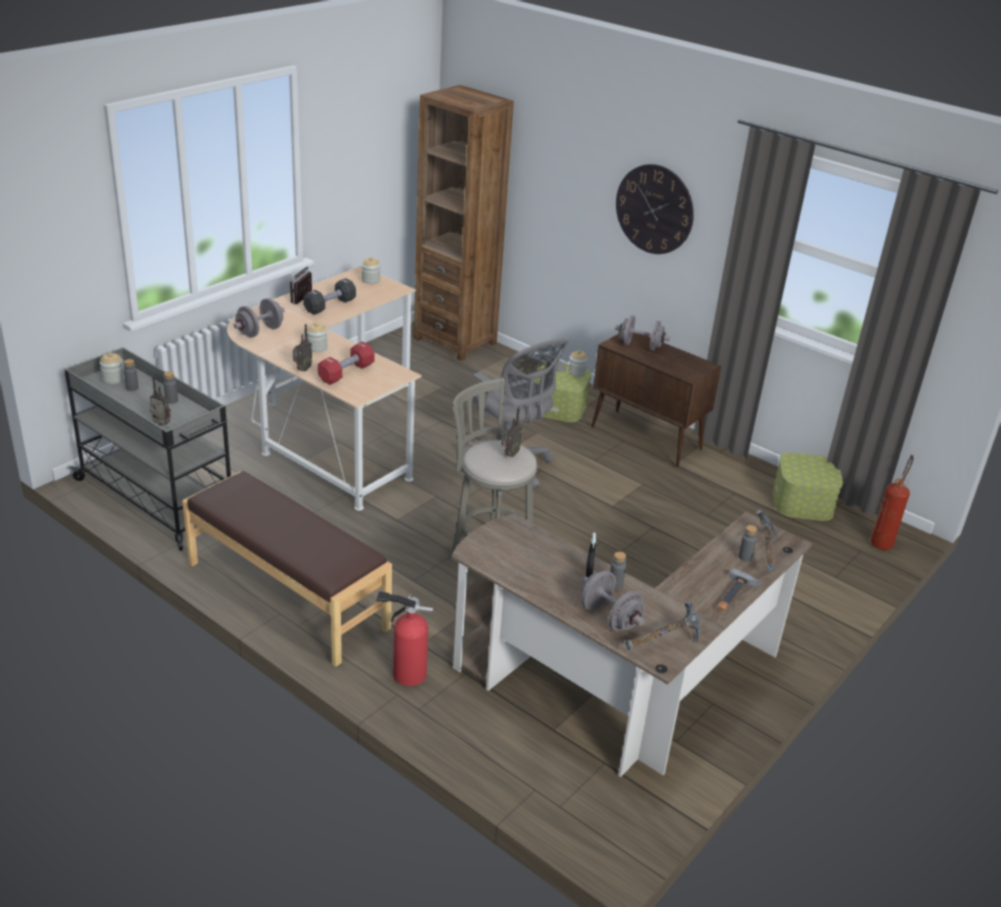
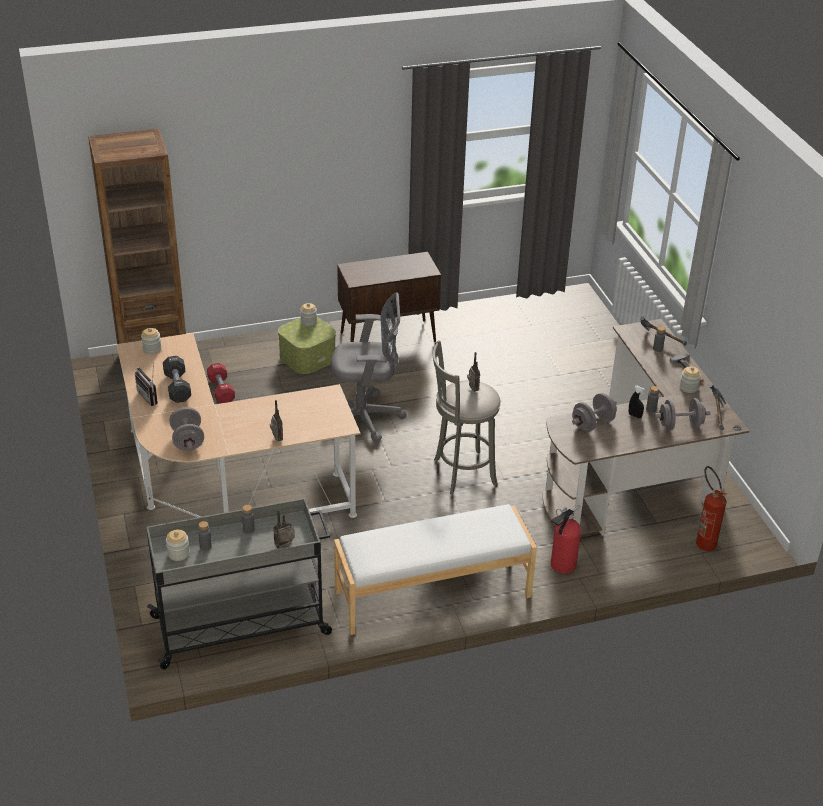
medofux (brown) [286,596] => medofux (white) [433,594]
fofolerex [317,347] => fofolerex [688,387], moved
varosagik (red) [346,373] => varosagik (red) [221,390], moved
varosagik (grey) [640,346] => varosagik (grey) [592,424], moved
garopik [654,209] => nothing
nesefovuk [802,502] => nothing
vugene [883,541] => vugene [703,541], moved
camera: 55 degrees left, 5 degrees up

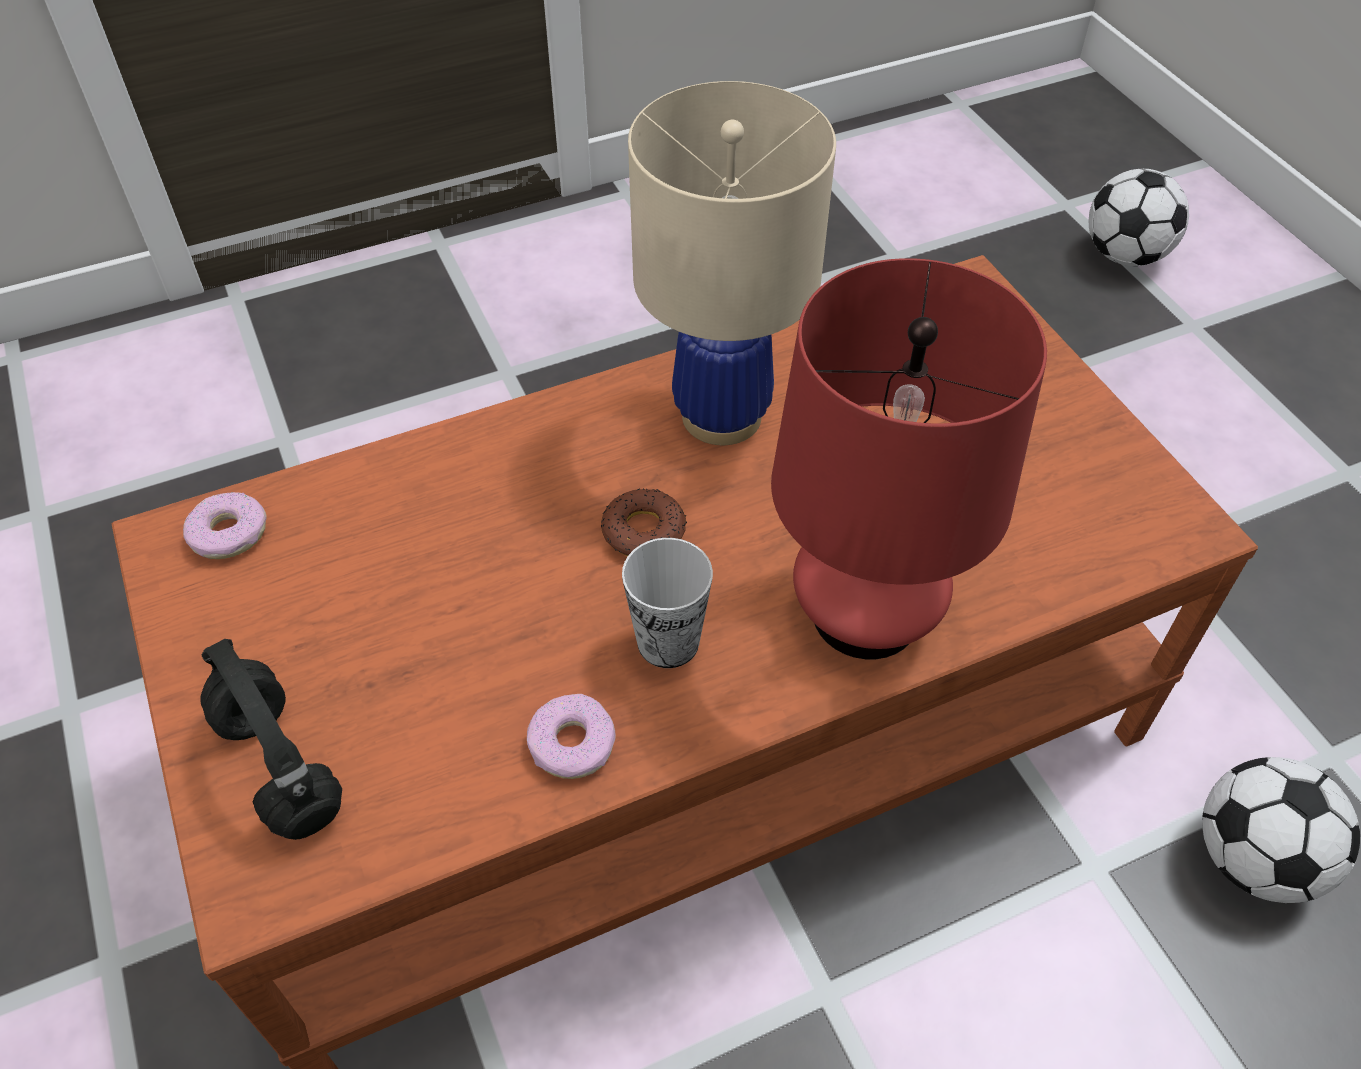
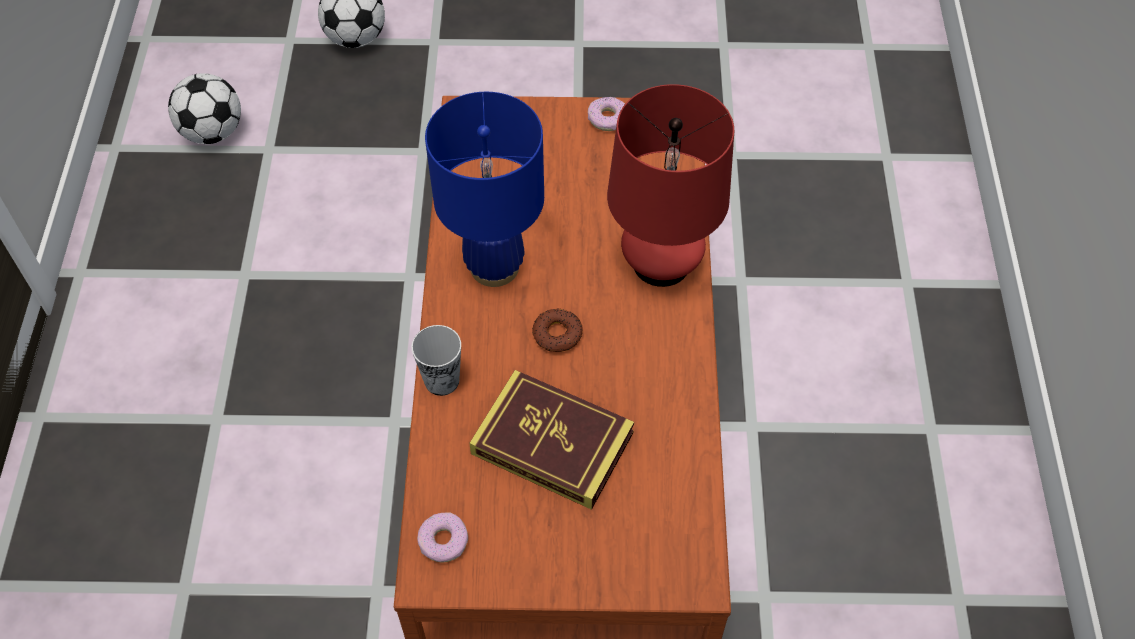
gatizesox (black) [277,765] => nothing
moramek [572,744] => moramek [608,119], moved
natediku [668,642] => natediku [441,380], moved
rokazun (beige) [721,416] => rokazun (blue) [494,267]
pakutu [1253,859] => pakutu [212,132], moved
nothing => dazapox [552,443]
camera: 65 degrees left, 5 degrees up

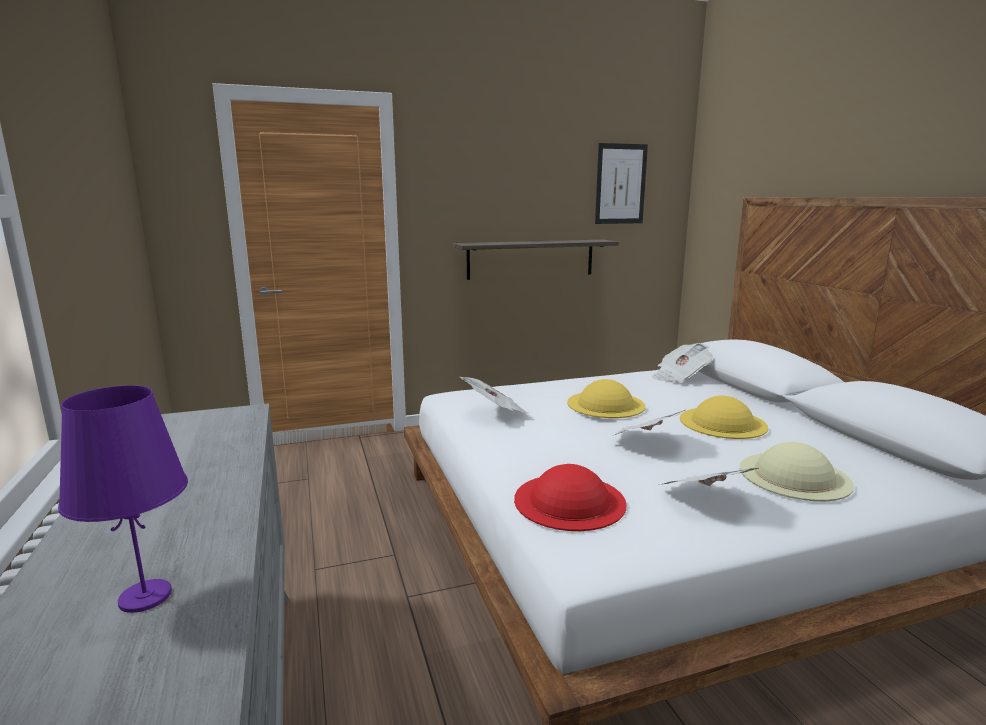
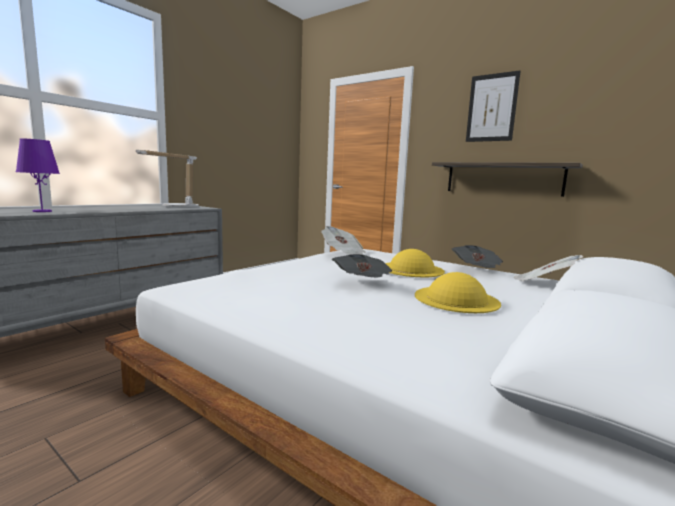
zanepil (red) [569,501] => nothing
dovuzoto [620,184] => dovuzoto [491,108], moved
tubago [703,499] => tubago [476,270], moved
zanepil (beige) [794,476] => nothing
nothing => rokazun [176,207]
camera: 55 degrees right, 5 degrees down

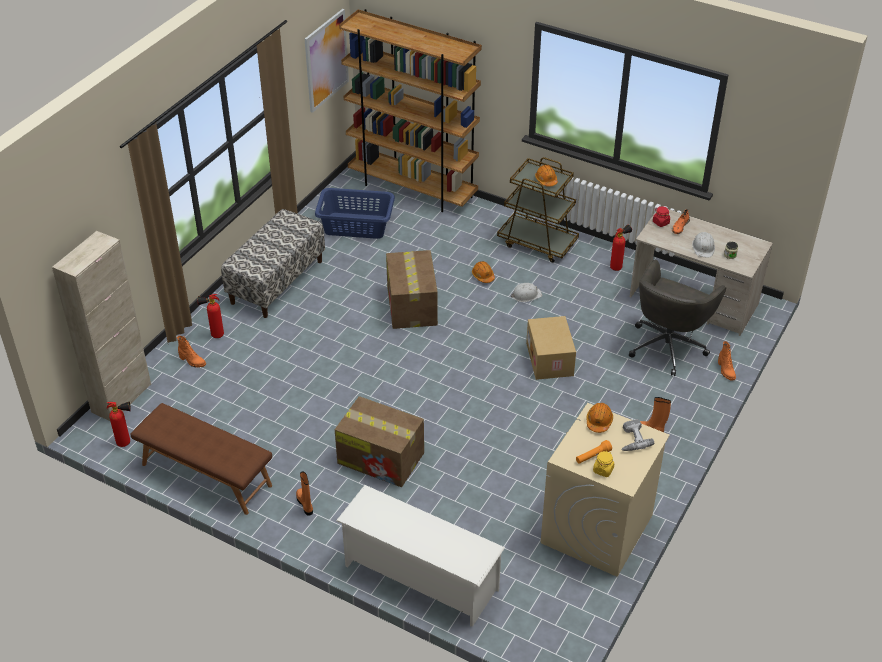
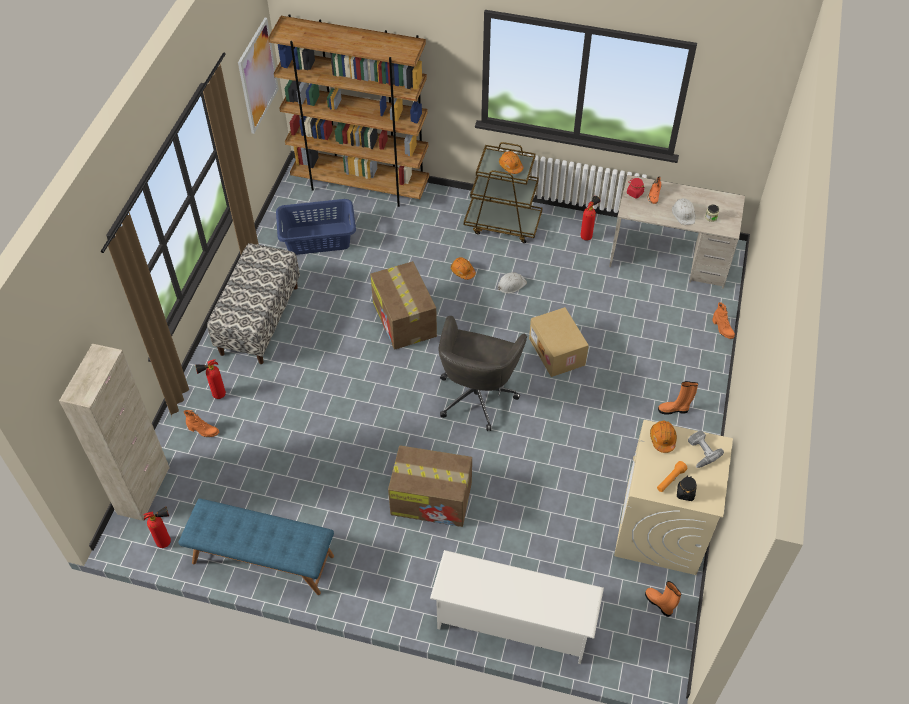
medofux (brown) [206,475] => medofux (blue) [262,560]
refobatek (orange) [305,504] => refobatek (orange) [659,604], moved
fofolerex (yellow) [603,470] => fofolerex (black) [685,493]
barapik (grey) [668,345] => barapik (grey) [477,394], moved
camera: 15 degrees left, 10 degrees up

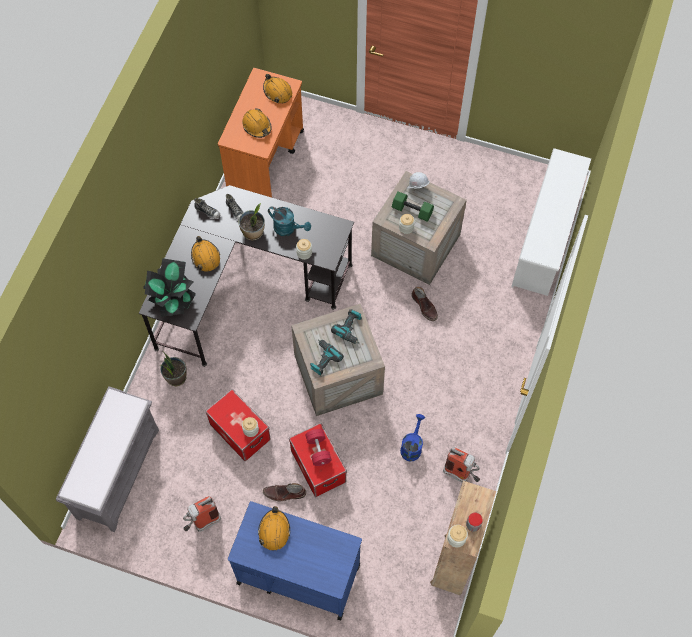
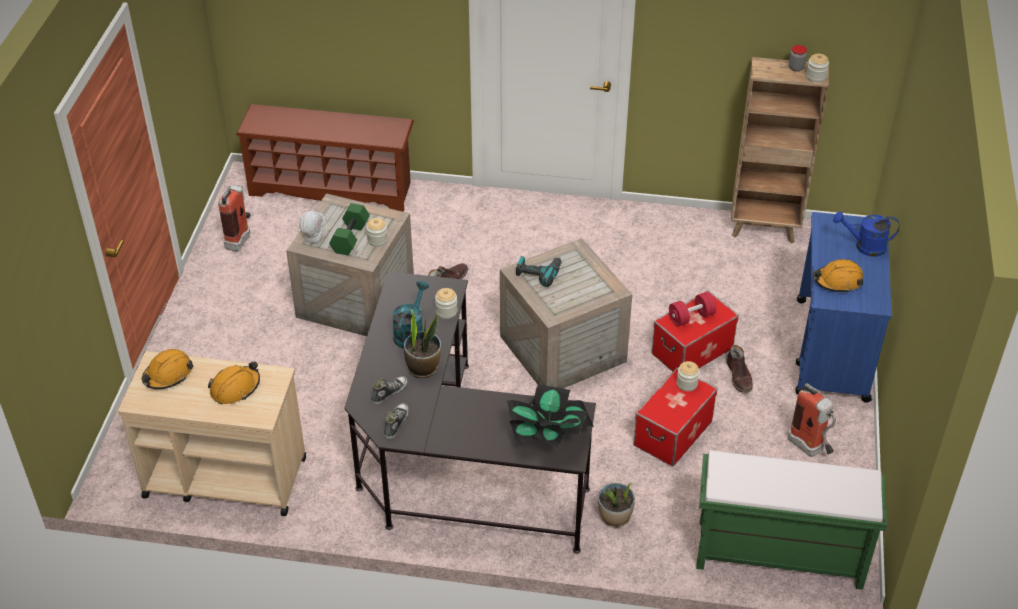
medofux (grey) [118,472] => medofux (green) [777,555]
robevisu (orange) [205,257] => nothing
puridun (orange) [265,160] => puridun (beige) [224,477]
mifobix [323,359] => nothing
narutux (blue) [412,446] => narutux (blue) [864,246], moved
vugene [461,475] => vugene [240,238], moved
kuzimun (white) [546,240] => kuzimun (brown) [332,188]
camera: 100 degrees left, 20 degrees down

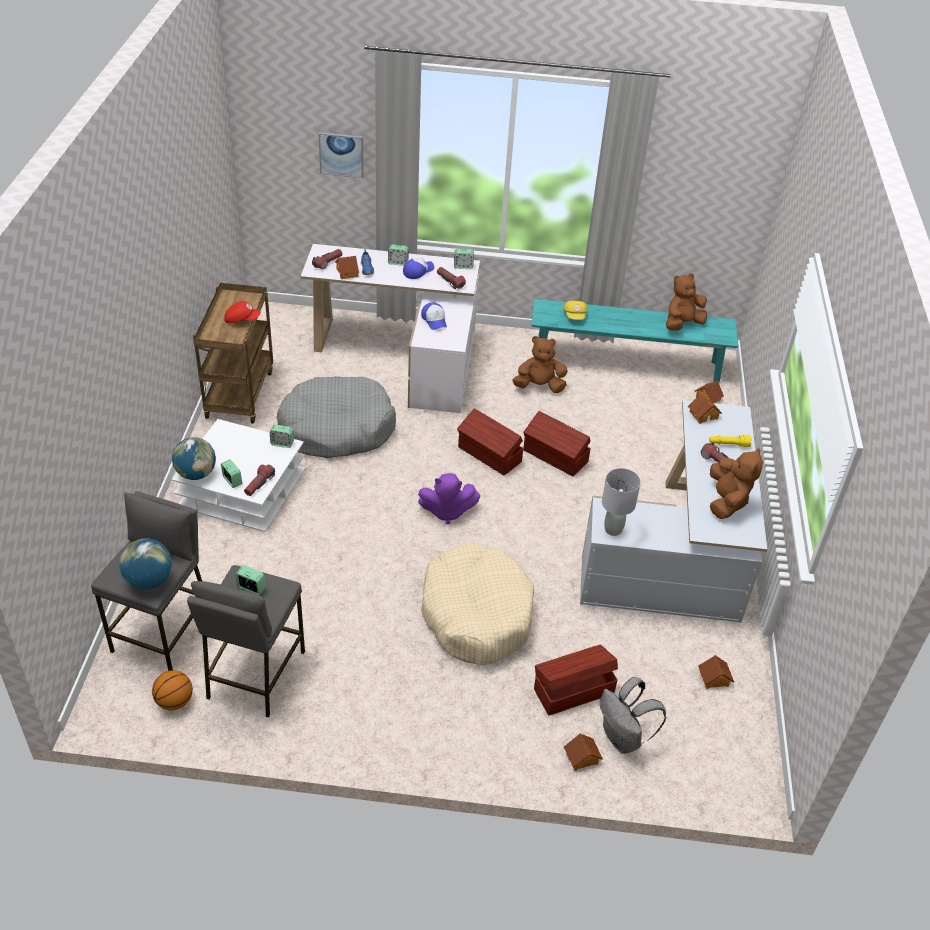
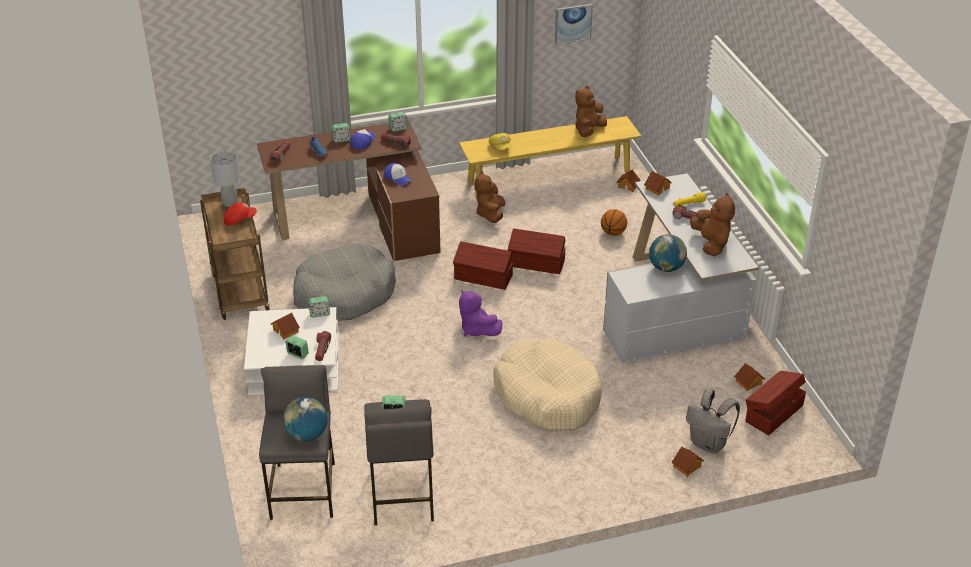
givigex [175,701] => givigex [613,233], moved
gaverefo [196,474] => gaverefo [666,268], moved
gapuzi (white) [405,355] => gapuzi (brown) [363,221]
dovuzoto [341,154] => dovuzoto [573,23], moved
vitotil [347,272] => vitotil [286,331], moved
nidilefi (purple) [447,511] => nidilefi (purple) [476,330], 75 degrees clockwise
nidilefi (brown) [539,386] => nidilefi (brown) [490,214], 60 degrees counterclockwise
medofux (turquoise) [627,362] => medofux (yellow) [549,176]
nesefovuk (brown) [572,690] => nesefovuk (brown) [773,413], moved
rokazun (grey) [613,530] => rokazun (grey) [230,203], moved
camera: 20 degrees left, 5 degrees down

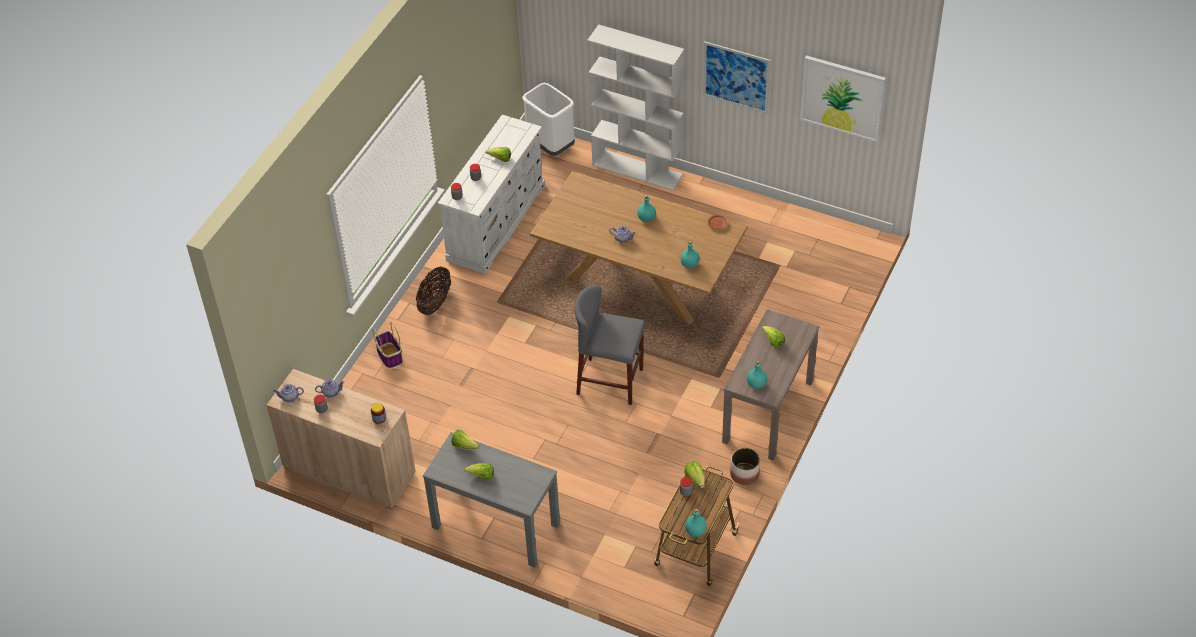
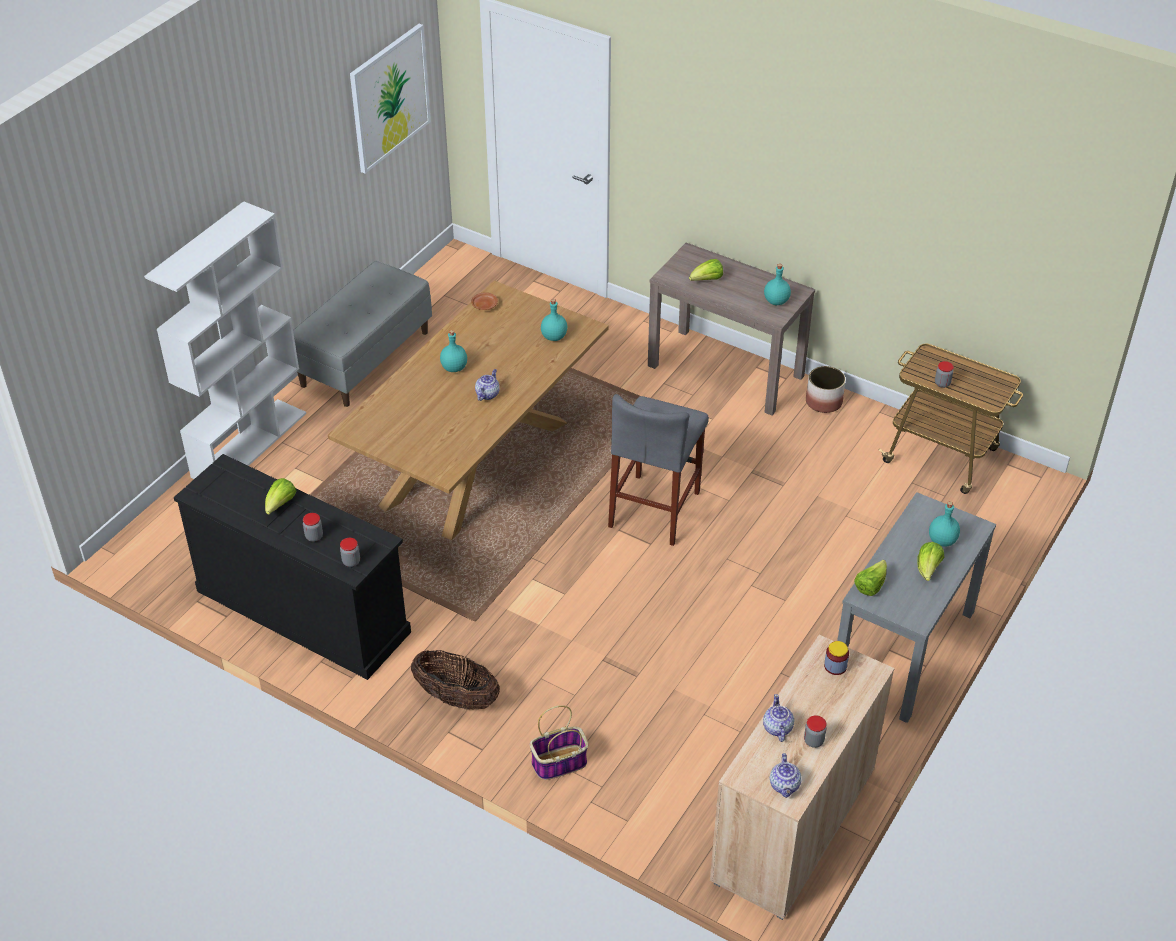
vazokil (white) [496,222] => vazokil (black) [301,611]
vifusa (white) [551,146] => nothing
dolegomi [695,479] => nothing
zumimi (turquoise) [696,531] => zumimi (turquoise) [941,540], moved
dovuzoto [736,77] => nothing
nothing => medofux (grey) [365,358]
camera: 85 degrees left, 5 degrees down

